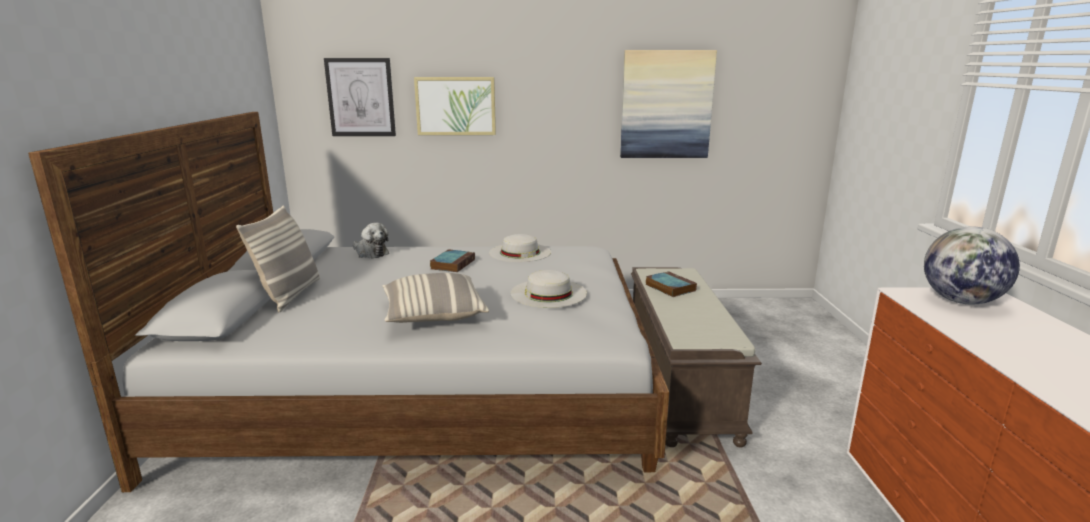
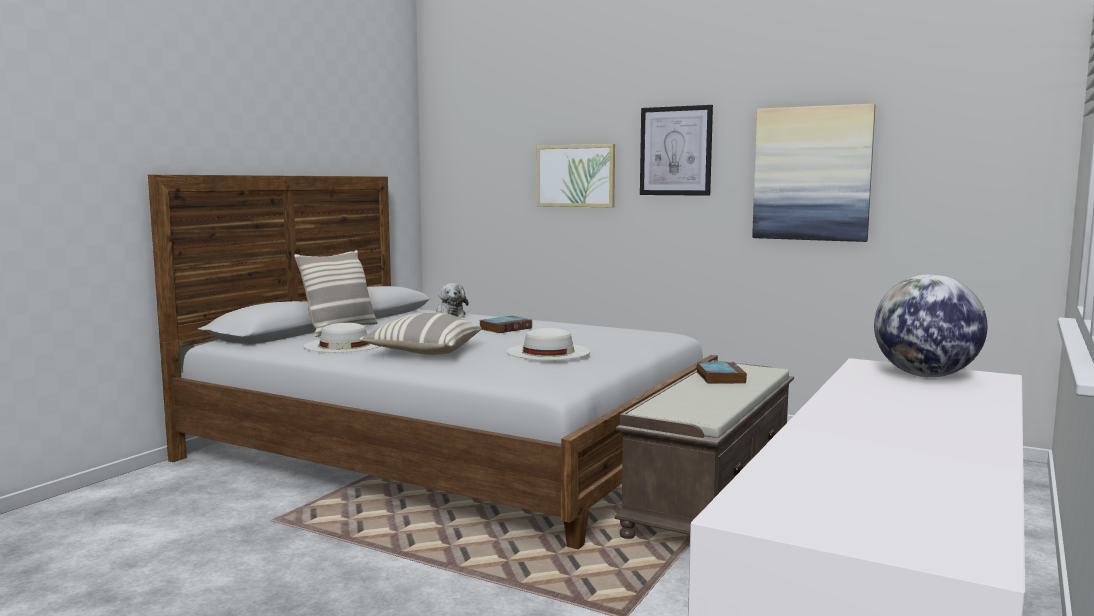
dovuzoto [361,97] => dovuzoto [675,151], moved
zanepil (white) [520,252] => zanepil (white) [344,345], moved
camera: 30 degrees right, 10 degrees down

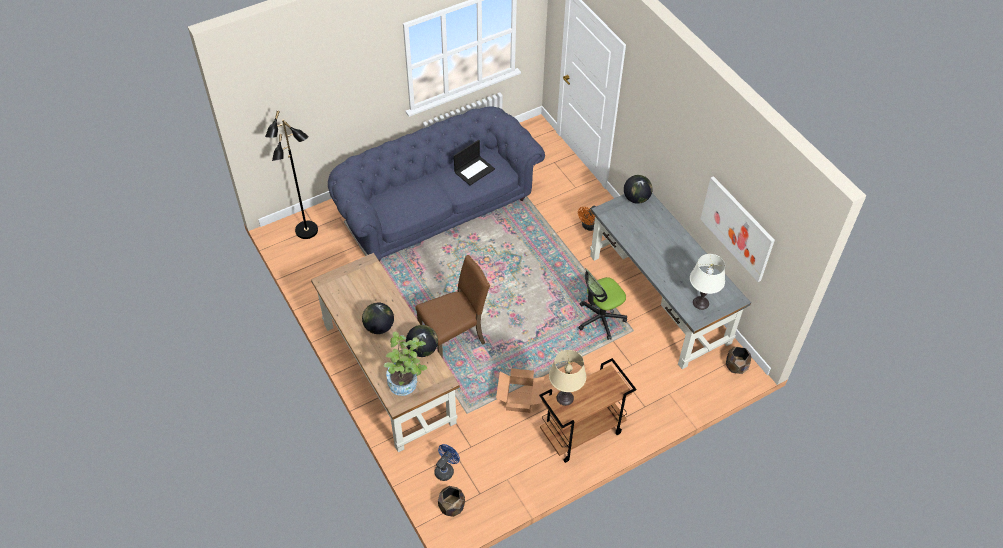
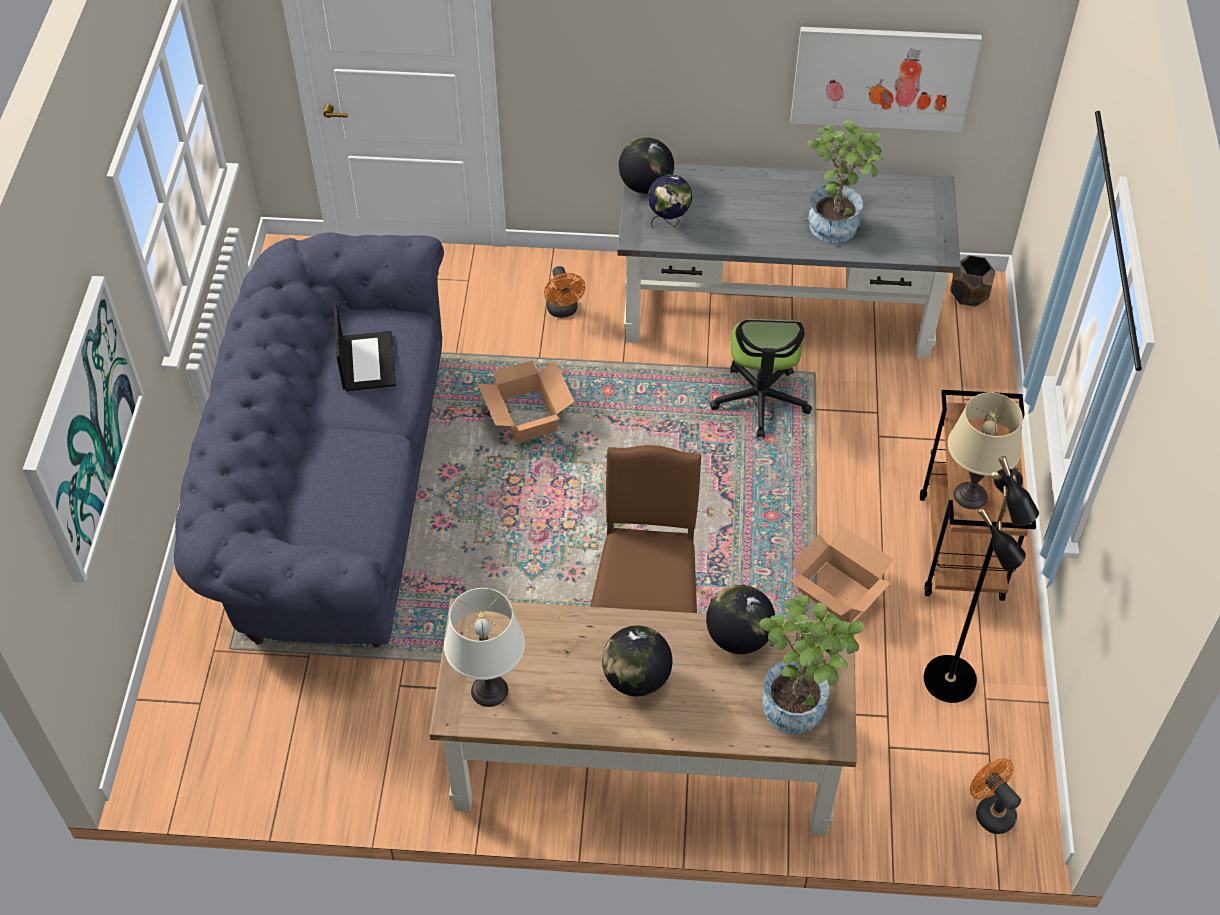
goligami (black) [307,231] => goligami (black) [951,680], moved
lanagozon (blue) [446,469] => nothing
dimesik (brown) [451,507] => lanagozon (orange) [990,810]
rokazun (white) [701,303] => rokazun (white) [489,690], moved
nothing => dovuzoto [82,428]
nothing => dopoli [528,416]
nothing => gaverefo [669,221]
nothing => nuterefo [836,221]
camera: 55 degrees left, 0 degrees up

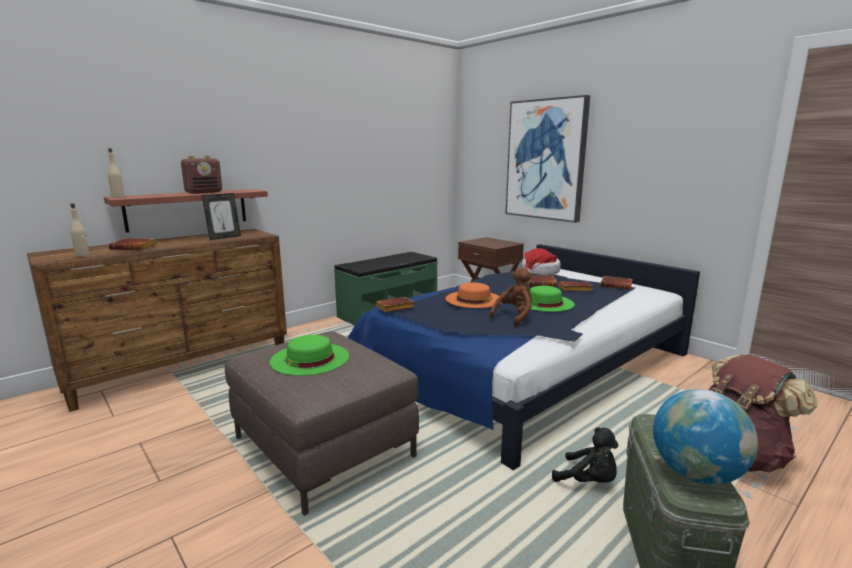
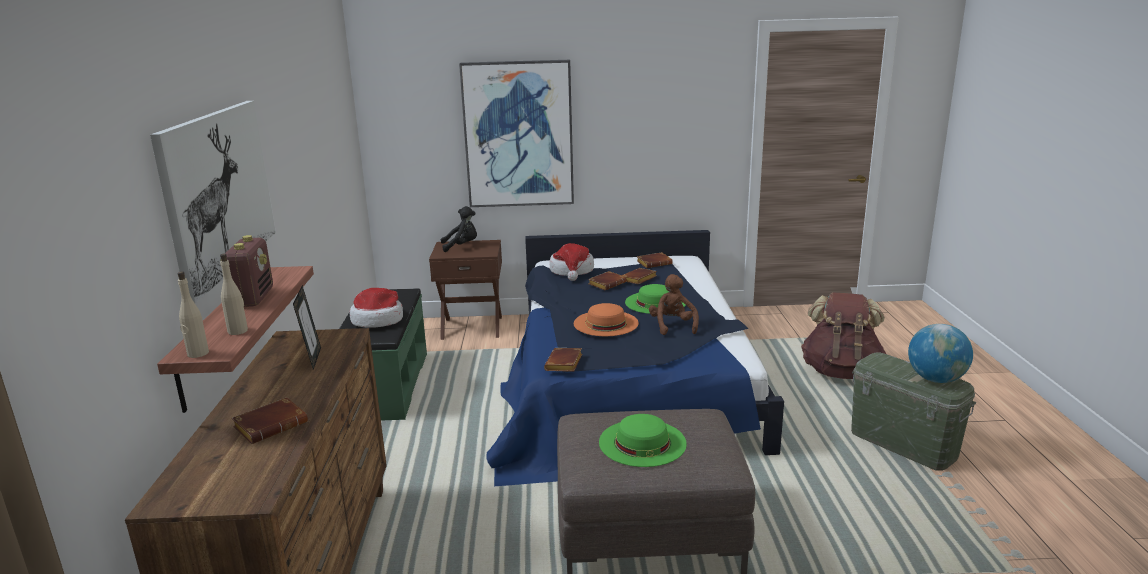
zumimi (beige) [82,255] => zumimi (beige) [238,331], moved
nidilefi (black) [588,481] => nidilefi (black) [461,246], moved
nothing => dovuzoto [219,192]
nothing => zanepil [378,320]
camera: 50 degrees left, 5 degrees up

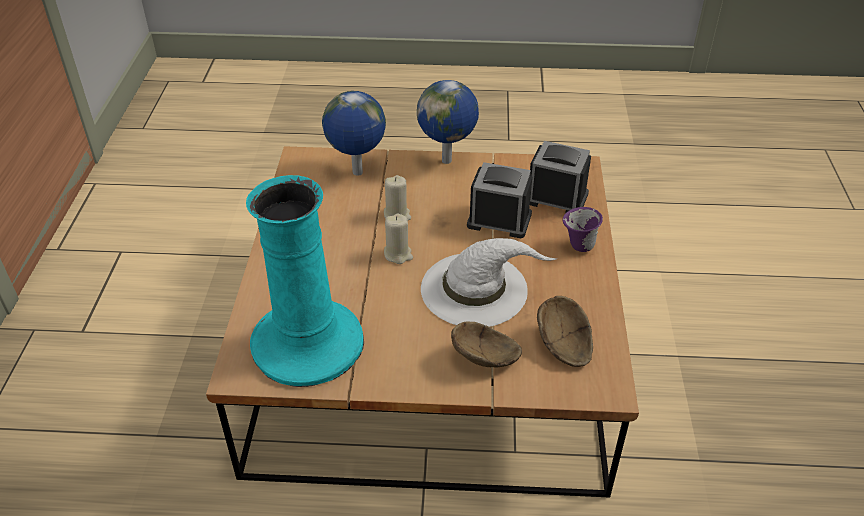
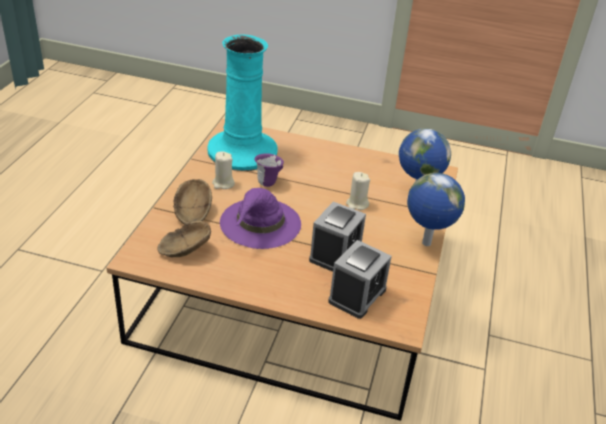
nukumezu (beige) [398,254] => nukumezu (beige) [223,183], moved
zanepil (white) [476,288] => zanepil (purple) [260,223]
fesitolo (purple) [578,247] => fesitolo (purple) [268,182], moved
camera: 100 degrees right, 5 degrees down

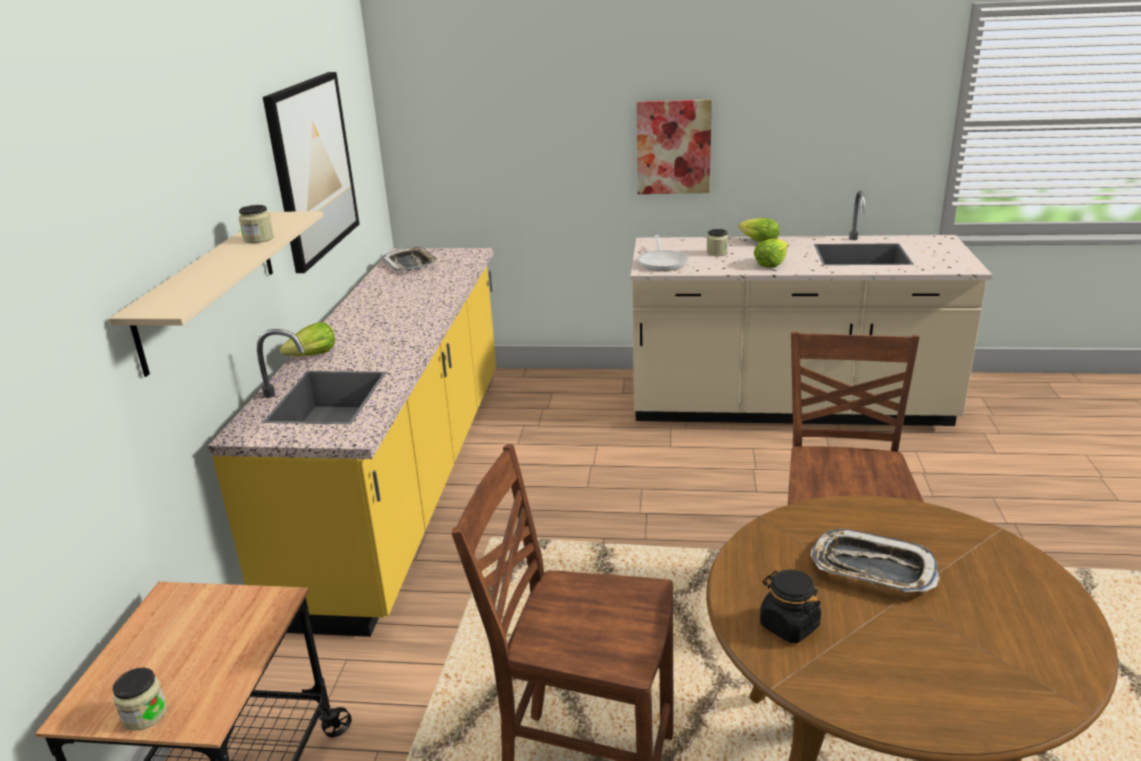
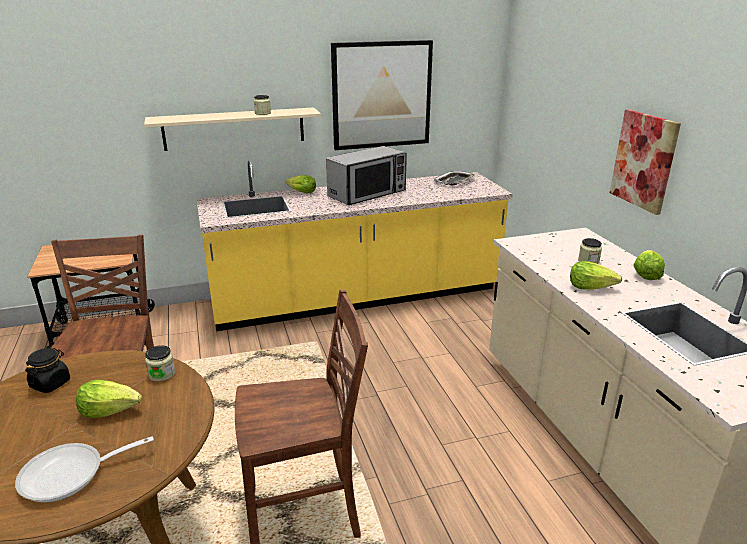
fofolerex [145,714] => fofolerex [162,374], moved
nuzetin [662,262] => nuzetin [70,475], moved
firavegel [872,569] => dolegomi [110,410]
nothing => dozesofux [367,194]
camera: 65 degrees right, 0 degrees up

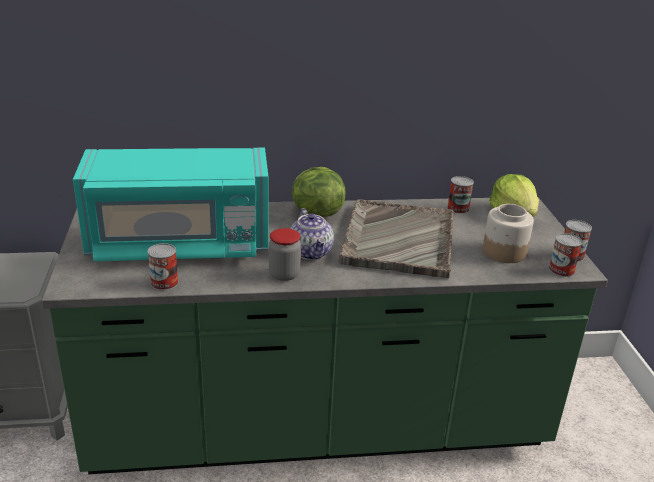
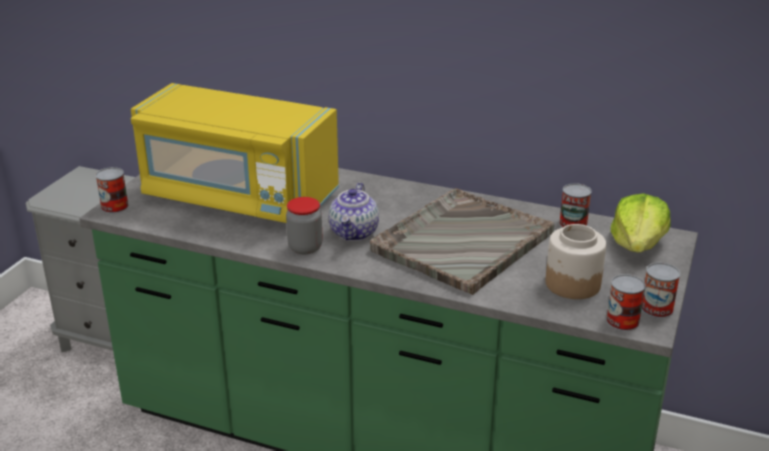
dozesofux (turquoise) [179,244] => dozesofux (yellow) [237,196]
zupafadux [164,283] => zupafadux [114,206], moved
dolegomi [316,213] => nothing
camera: 30 degrees right, 0 degrees up

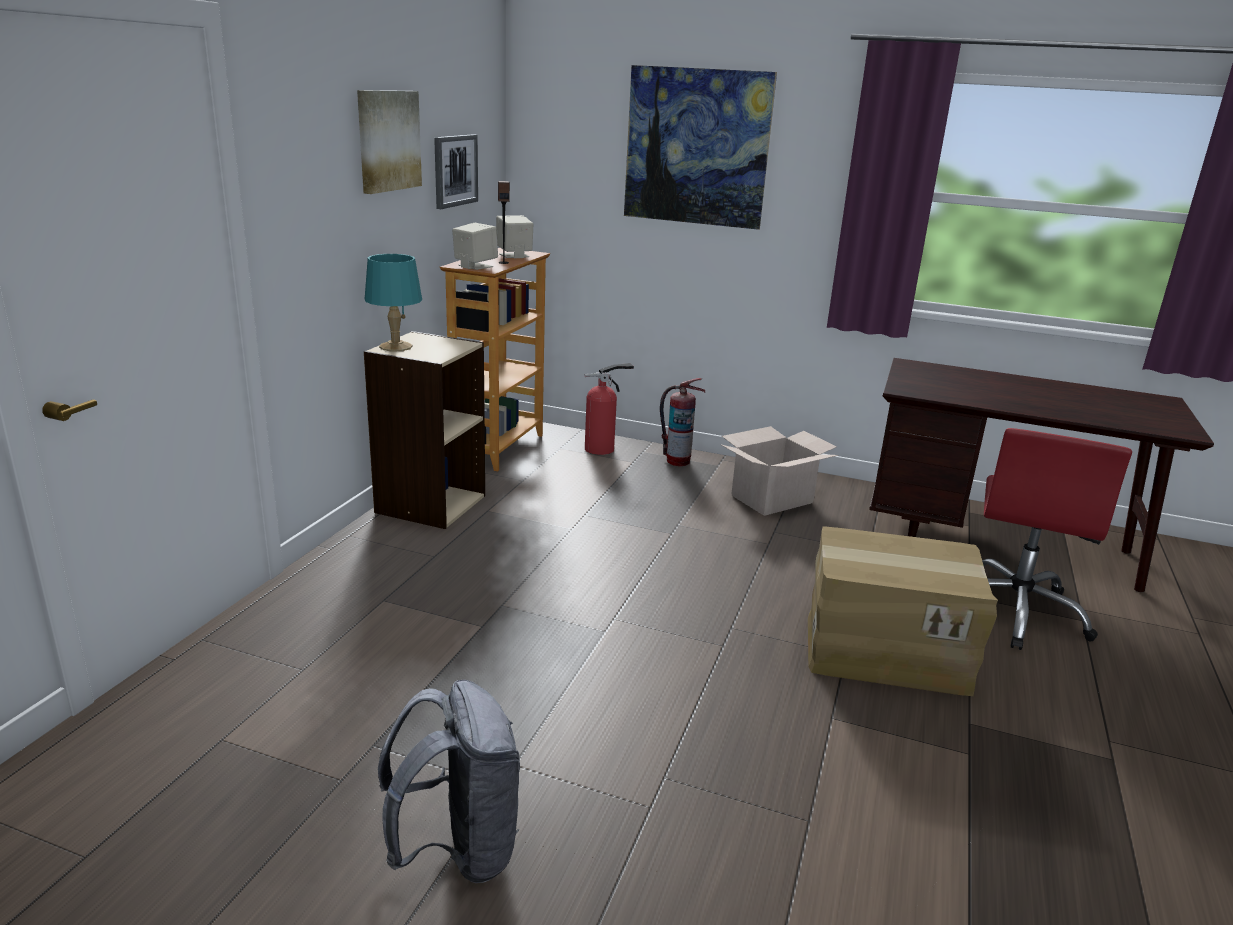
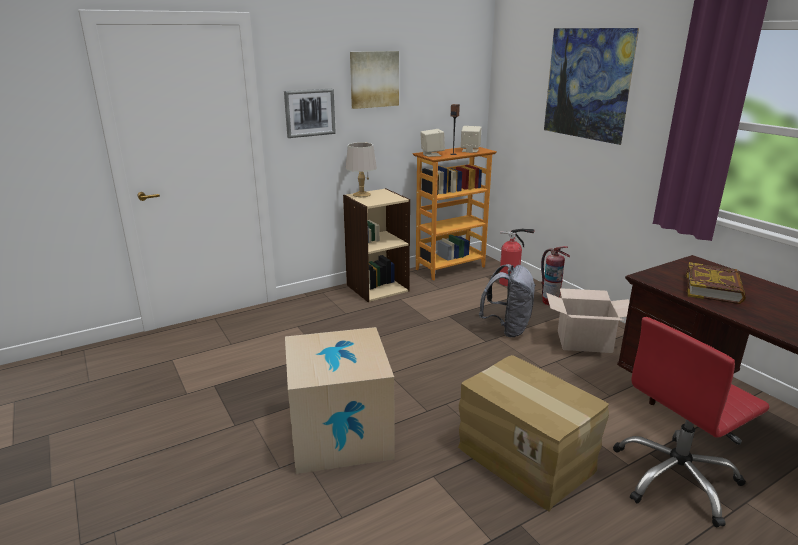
rokazun (turquoise) [395,347] => rokazun (grey) [361,194]
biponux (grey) [458,849] => biponux (grey) [507,329], moved
dovuzoto [455,170] => dovuzoto [309,113], moved
nothing => dopoli [340,434]
nothing => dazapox [713,288]
camera: 40 degrees right, 0 degrees up

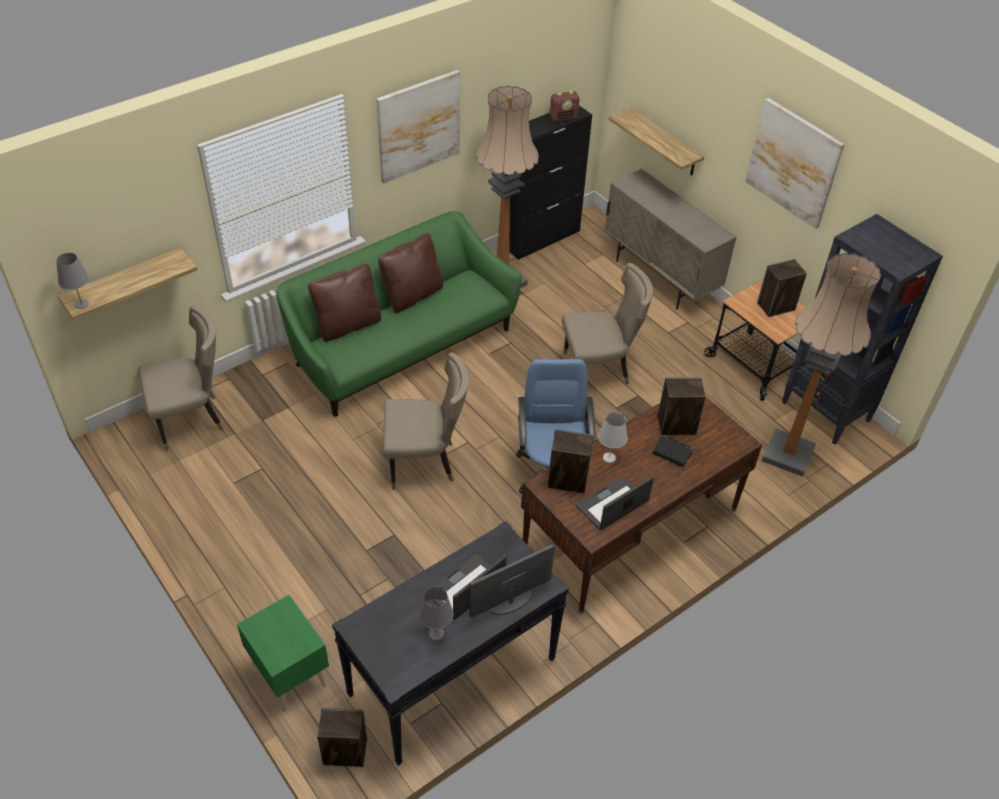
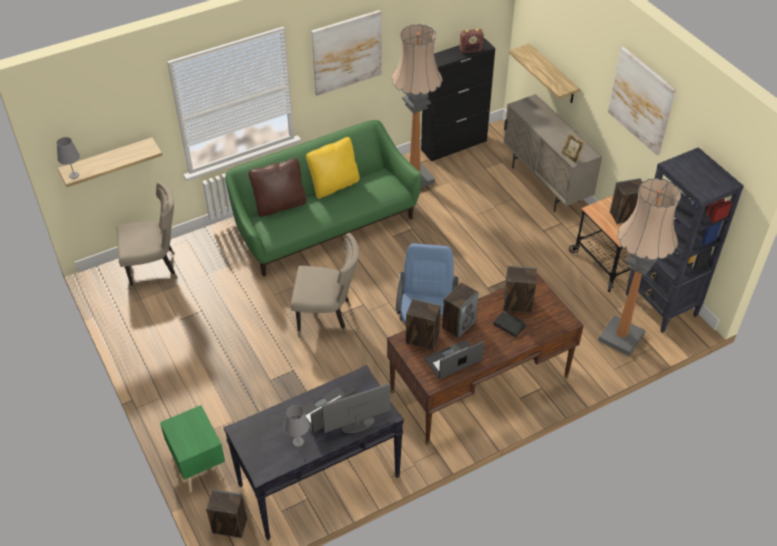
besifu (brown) [412,296] => besifu (yellow) [334,185]
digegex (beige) [599,371] => nothing
rokazun (white) [609,458] => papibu [458,325]
nothing => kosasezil [571,157]
camera: 10 degrees right, 0 degrees up

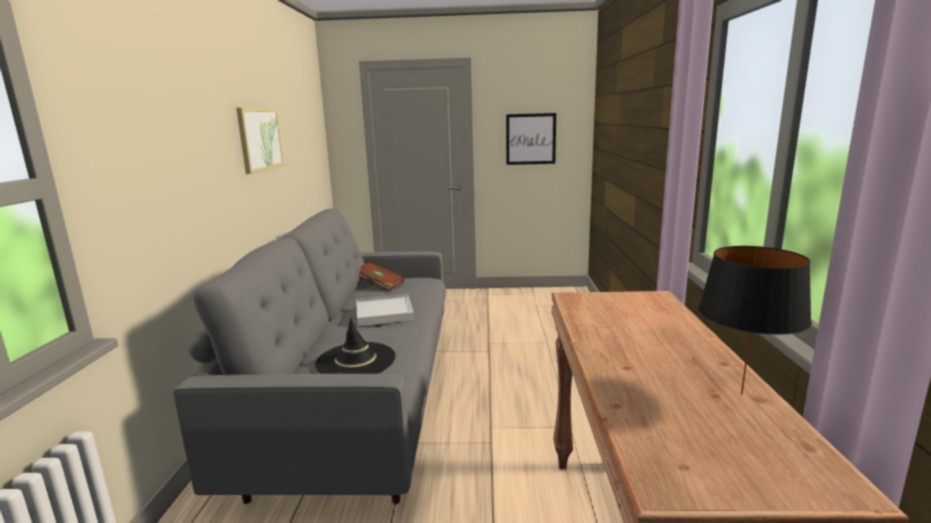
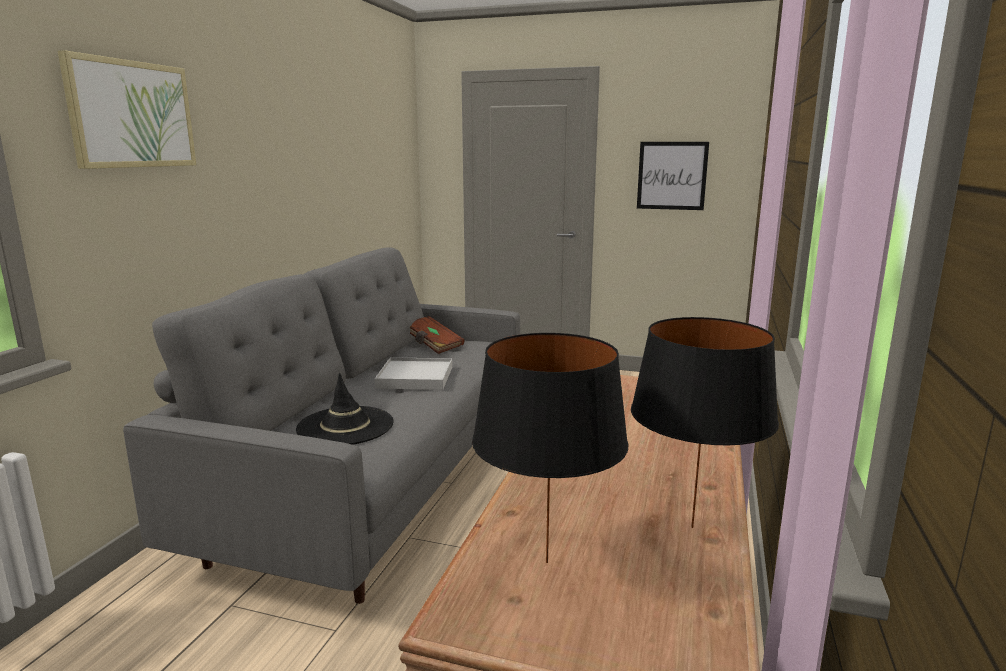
dovuzoto [259,139] => dovuzoto [131,114], moved
nothing => rokazun (black) [545,563]
camera: 15 degrees right, 0 degrees up

